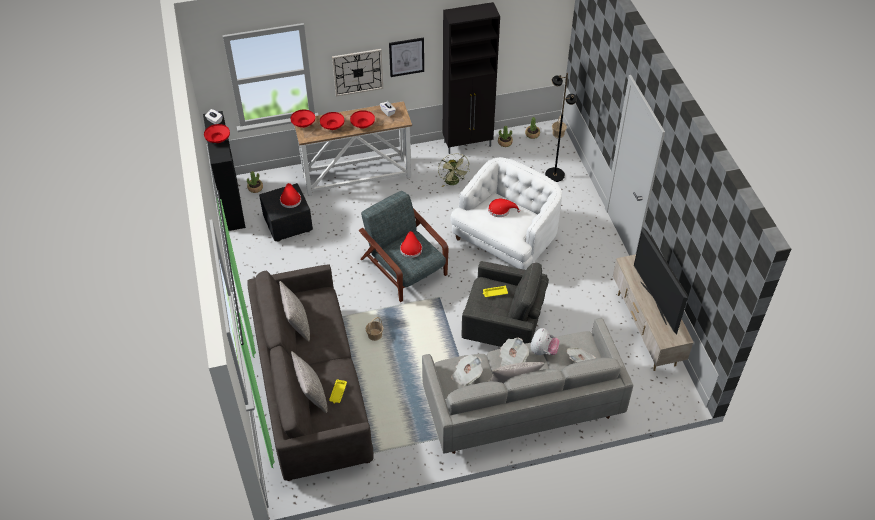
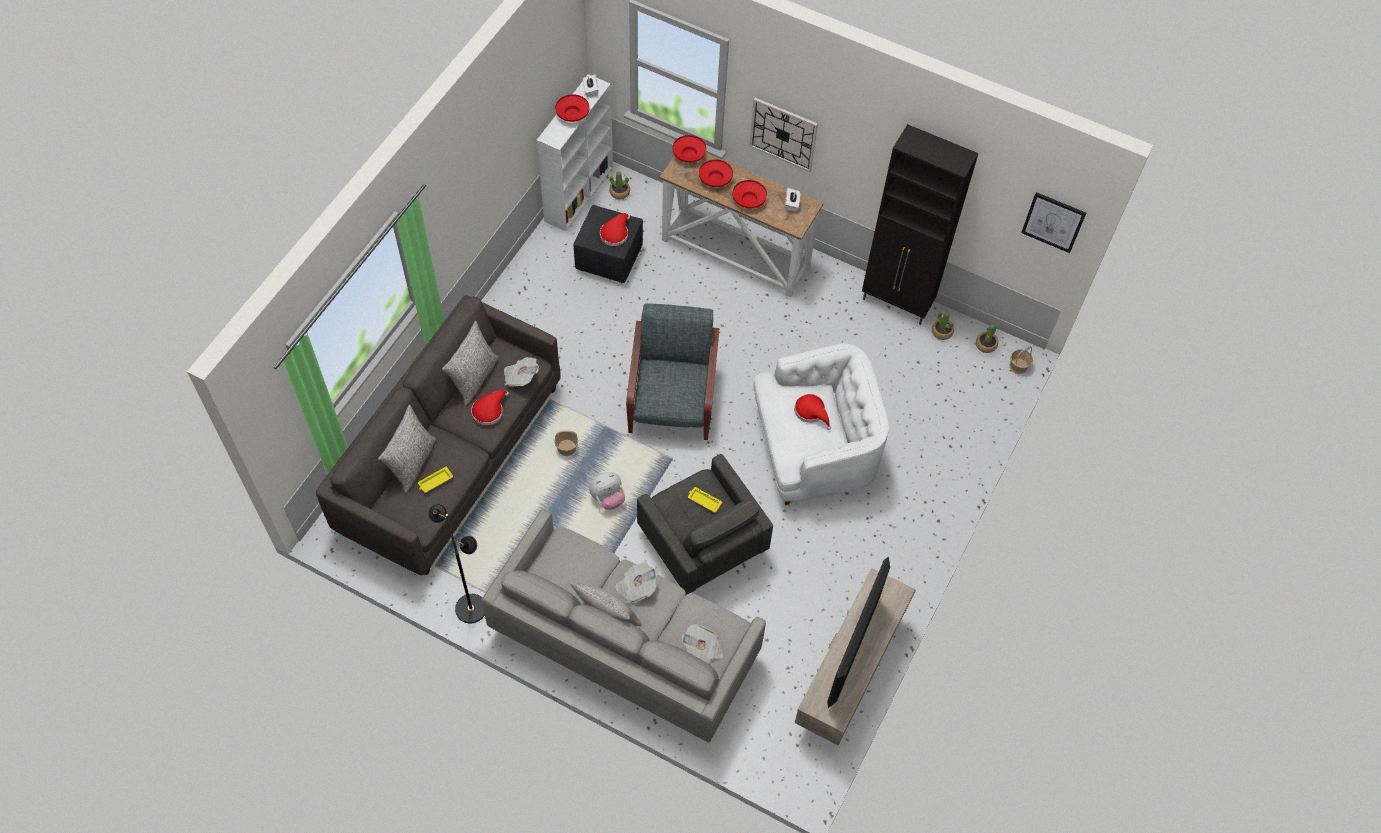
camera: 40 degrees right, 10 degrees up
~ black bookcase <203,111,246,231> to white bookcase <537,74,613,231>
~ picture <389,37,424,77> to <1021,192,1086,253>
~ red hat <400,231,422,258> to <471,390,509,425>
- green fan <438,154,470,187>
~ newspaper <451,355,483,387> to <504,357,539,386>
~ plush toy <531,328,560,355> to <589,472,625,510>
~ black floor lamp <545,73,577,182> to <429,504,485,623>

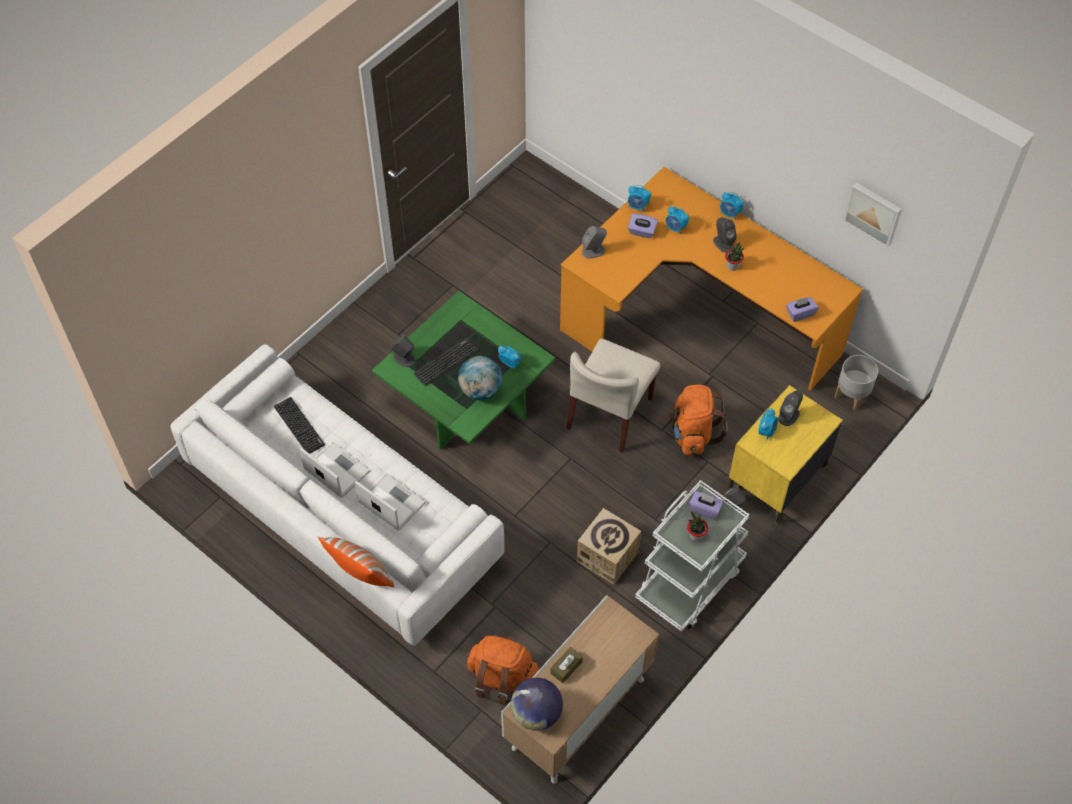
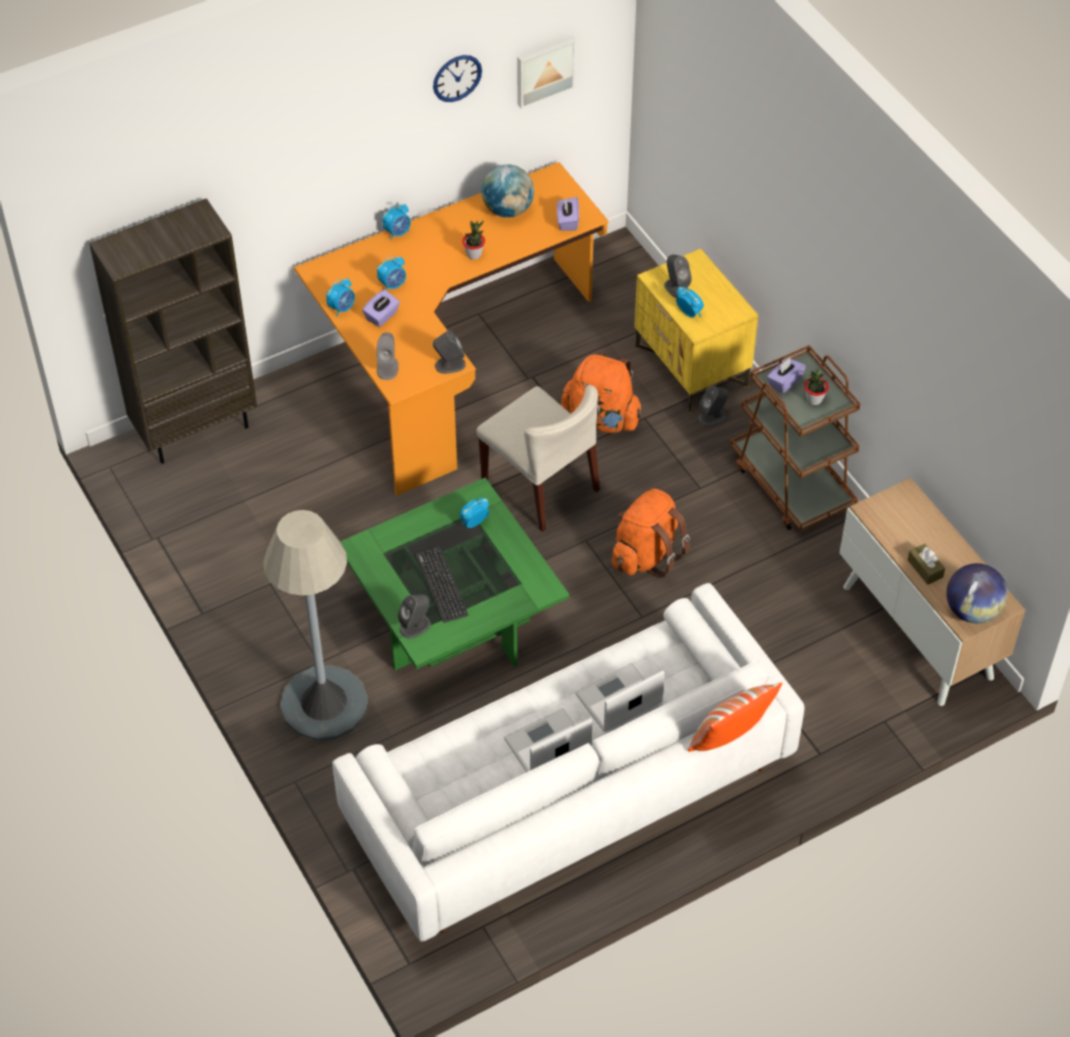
camera: 70 degrees left, 5 degrees down
- keyboard <274,397,325,454>
~ globe <458,356,502,400> to <481,165,534,218>
~ orange backpack <466,636,539,705> to <612,488,690,578>
- cardboard box <577,508,641,585>
~ white cart <635,480,749,632> to brown cart <730,345,860,531>
~ grey speaker <713,217,737,253> to <433,330,466,374>
- grey planter <835,355,878,411>
+ brown bookcase <89,198,257,464>
+ grey floor lamp <263,510,368,741>
+ wall clock <433,55,482,102>

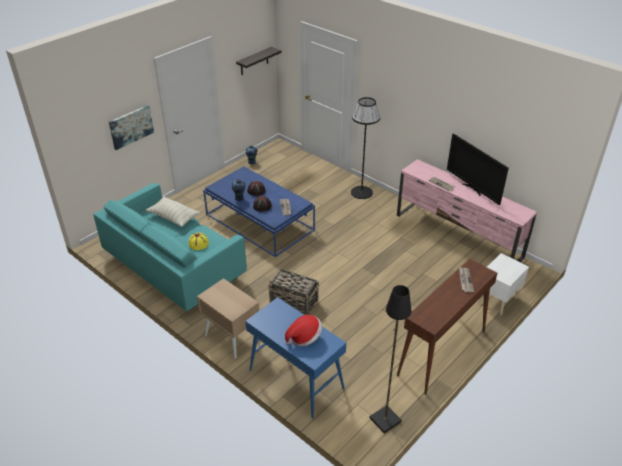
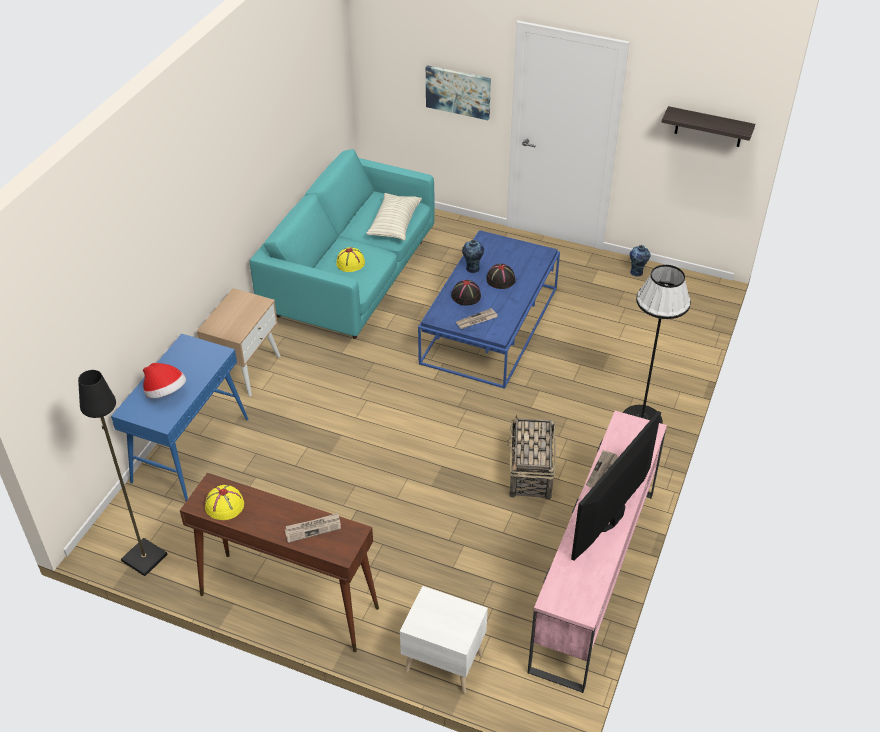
camera: 70 degrees right, 5 degrees up
~ basket <268,269,319,315> to <507,415,556,500>
+ yellow hat <205,485,244,520>

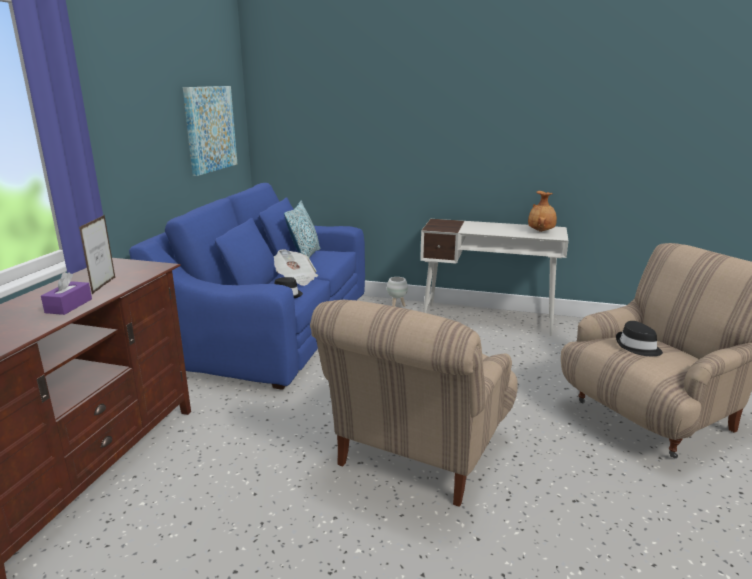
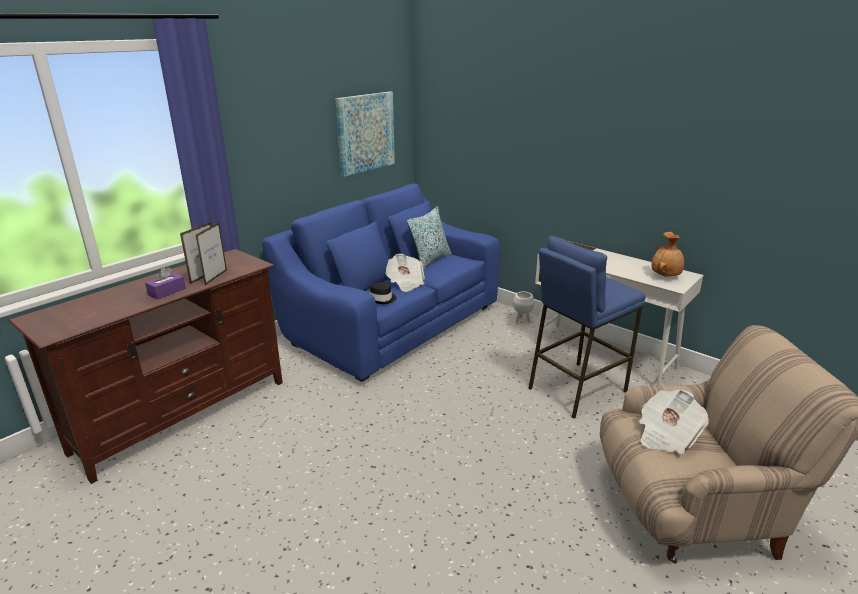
camera: 25 degrees right, 5 degrees up
- beige armchair <310,300,517,507>
~ black hat <616,321,663,356> to newspaper <639,389,709,454>
+ picture frame <196,222,227,285>
+ blue stool <528,236,646,419>

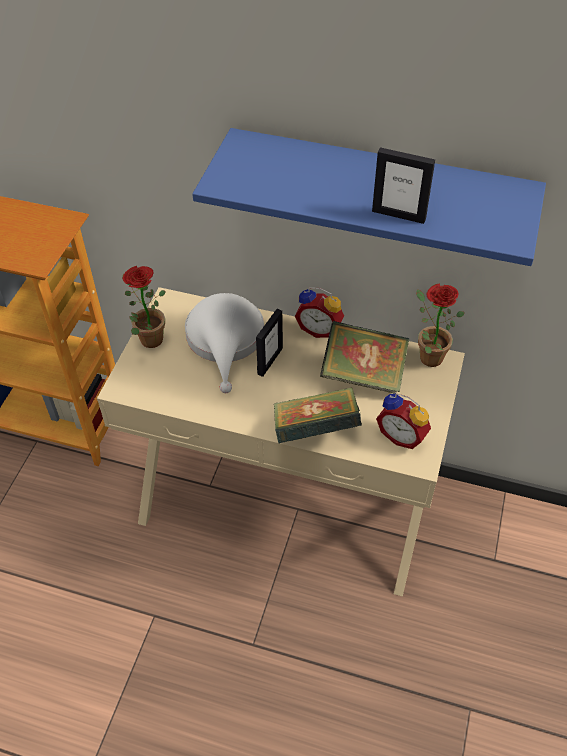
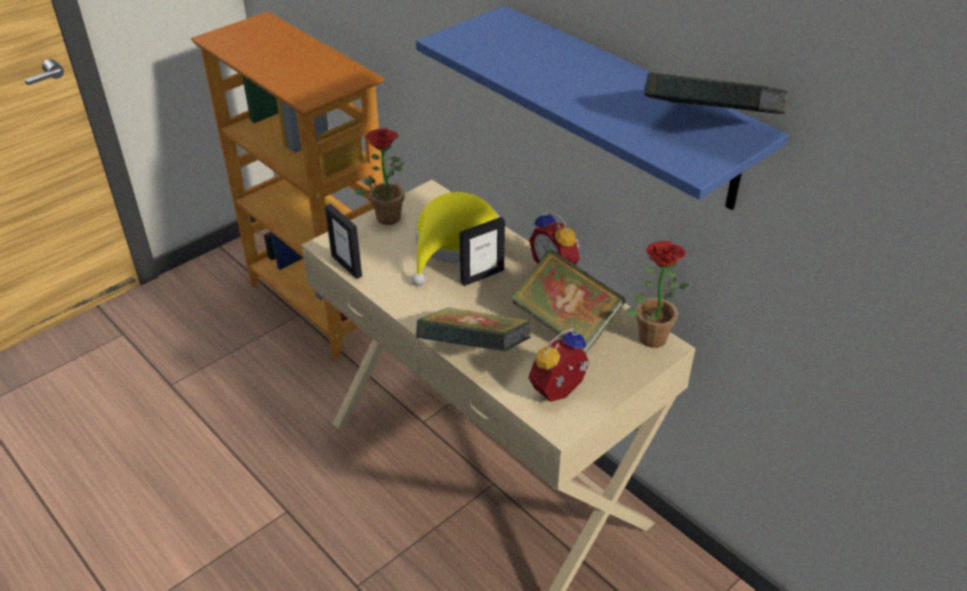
camera: 30 degrees right, 10 degrees down
~ white hat <185,293,264,393> to yellow hat <412,192,500,286>
~ picture frame <372,147,435,224> to <325,204,362,279>
~ alarm clock <376,393,431,449> = <528,328,590,402> 75 degrees clockwise
+ book <644,71,788,114>

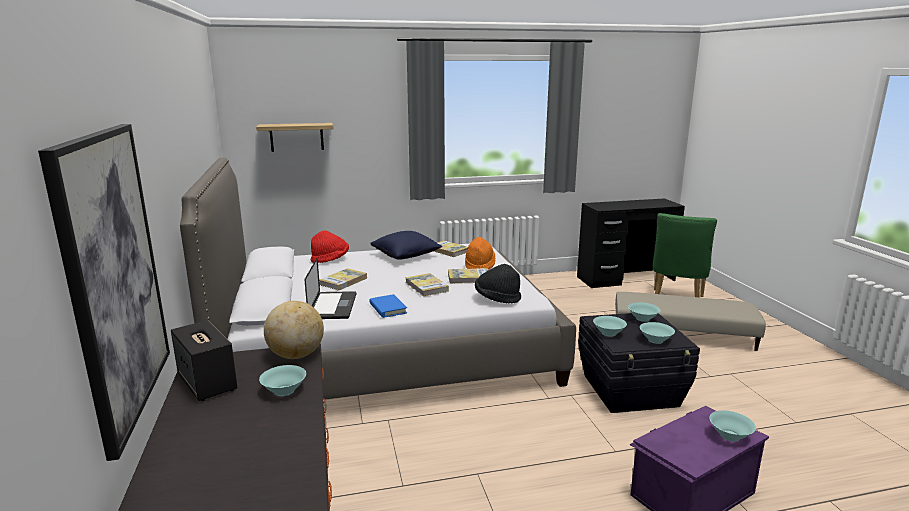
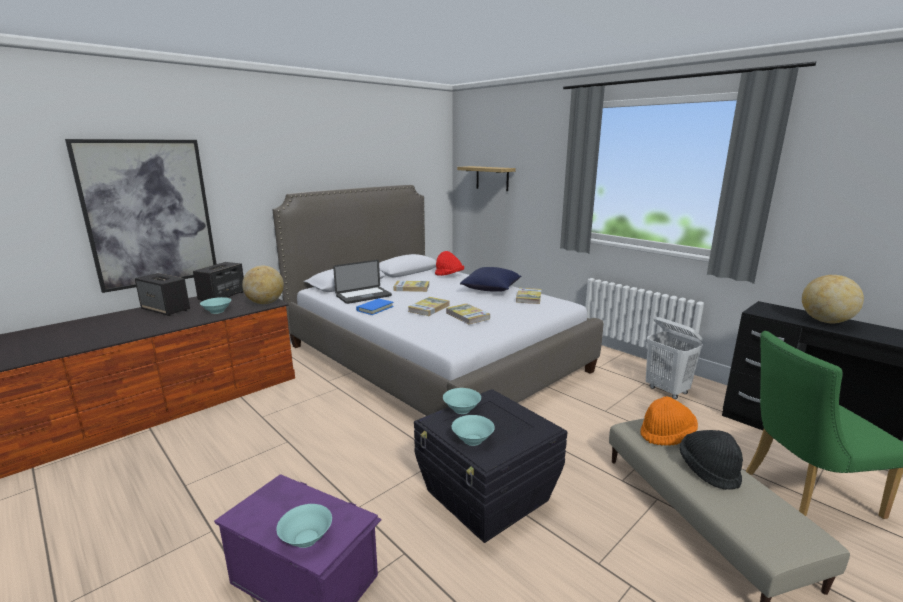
camera: 60 degrees right, 0 degrees up
~ orange hat <465,237,495,270> to <640,396,698,446>
~ black hat <475,264,521,303> to <680,430,743,490>
- turquoise bowl <628,302,660,322>
+ speaker <135,273,190,316>
+ white laundry basket <646,317,704,399>
+ globe <802,275,864,323>

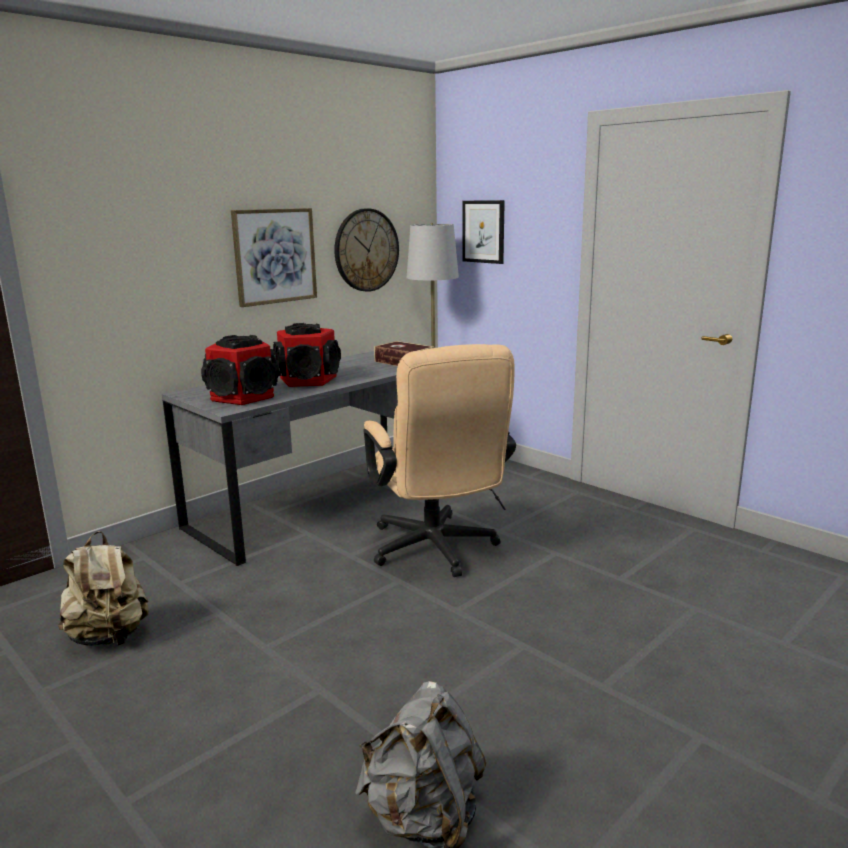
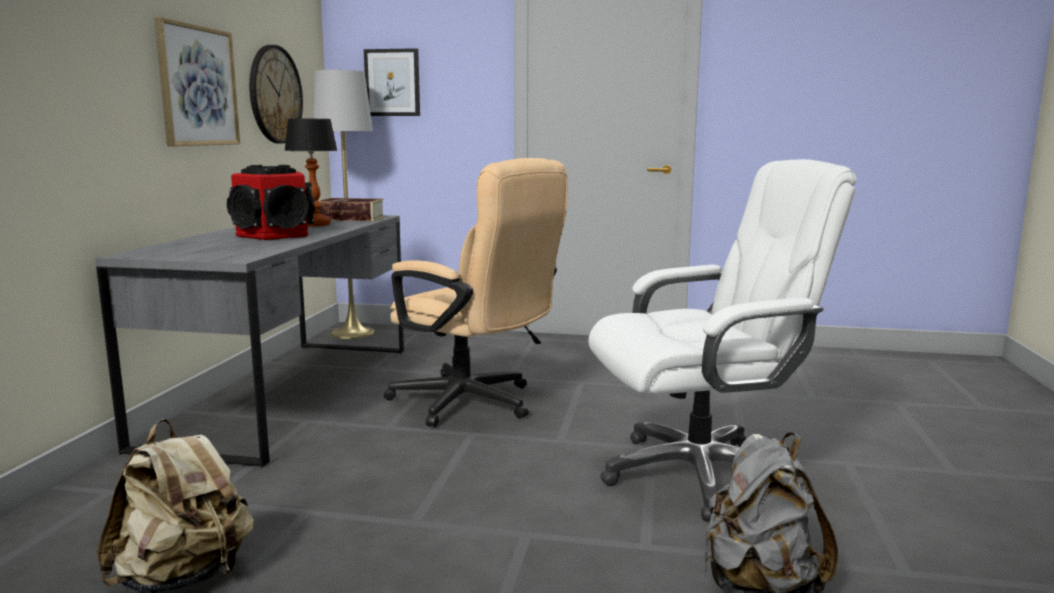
camera: 35 degrees left, 5 degrees down
- speaker <201,335,279,405>
+ table lamp <284,119,337,227>
+ white office chair <588,159,857,521>

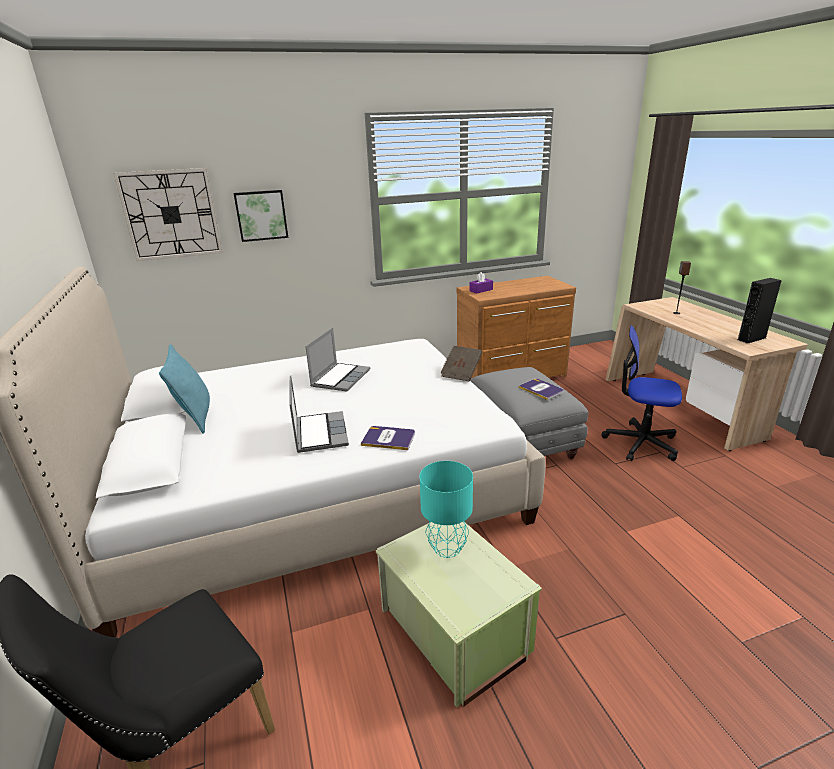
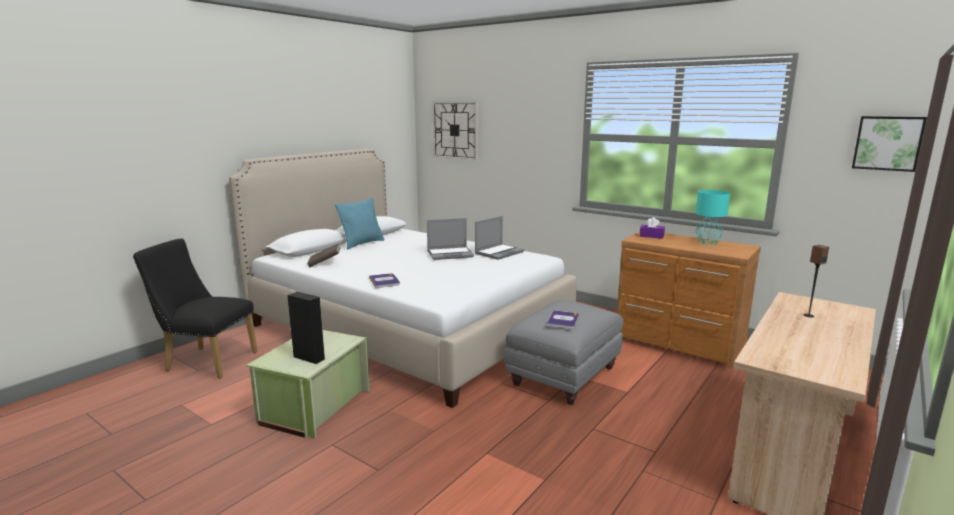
camera: 55 degrees right, 10 degrees down
~ picture <234,190,288,242> to <852,116,927,172>
~ laptop <289,375,349,453> to <475,216,524,260>
~ turquoise table lamp <420,461,473,558> to <696,190,730,246>
~ brown book <440,346,482,381> to <307,244,341,267>
- office chair <602,325,682,461>
~ black speaker <738,278,782,344> to <287,292,325,364>

